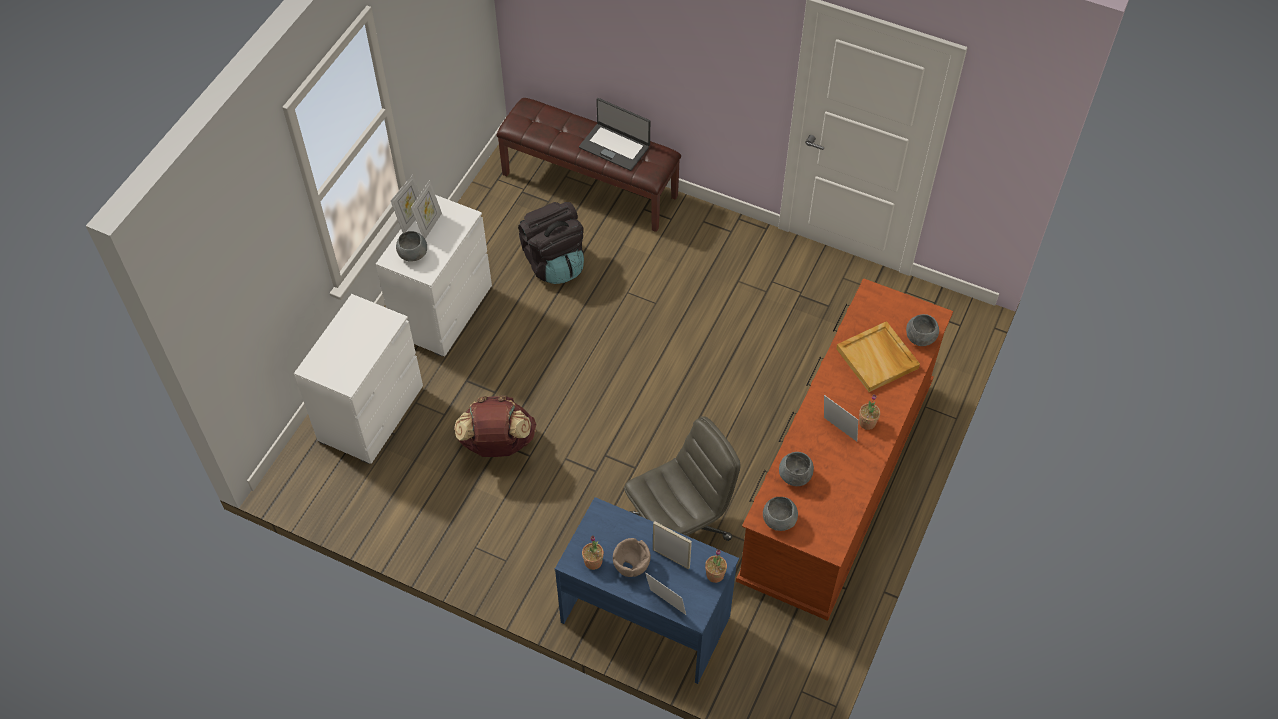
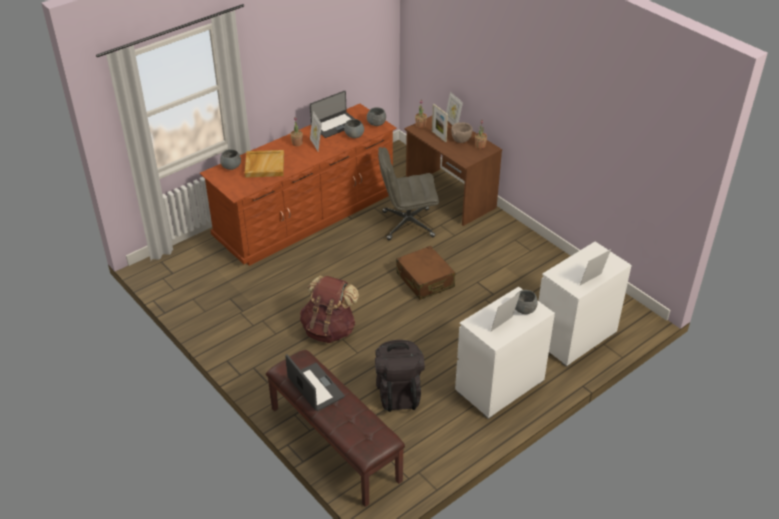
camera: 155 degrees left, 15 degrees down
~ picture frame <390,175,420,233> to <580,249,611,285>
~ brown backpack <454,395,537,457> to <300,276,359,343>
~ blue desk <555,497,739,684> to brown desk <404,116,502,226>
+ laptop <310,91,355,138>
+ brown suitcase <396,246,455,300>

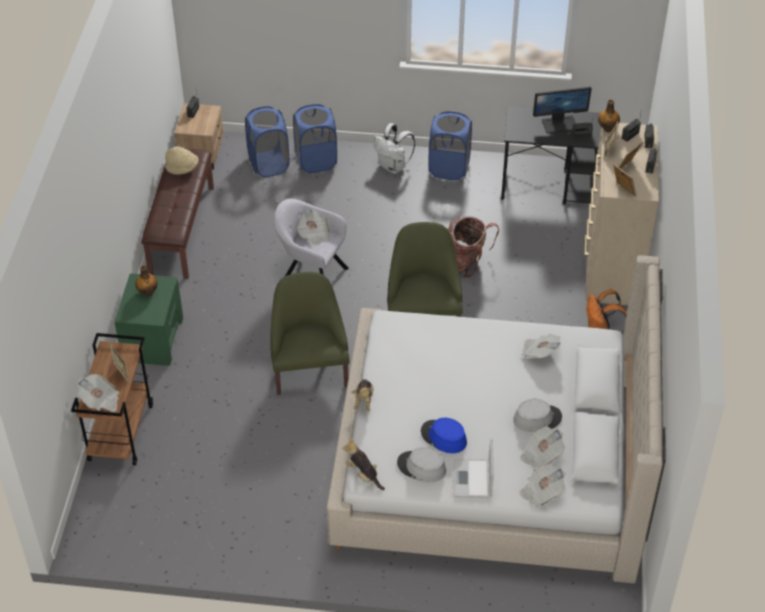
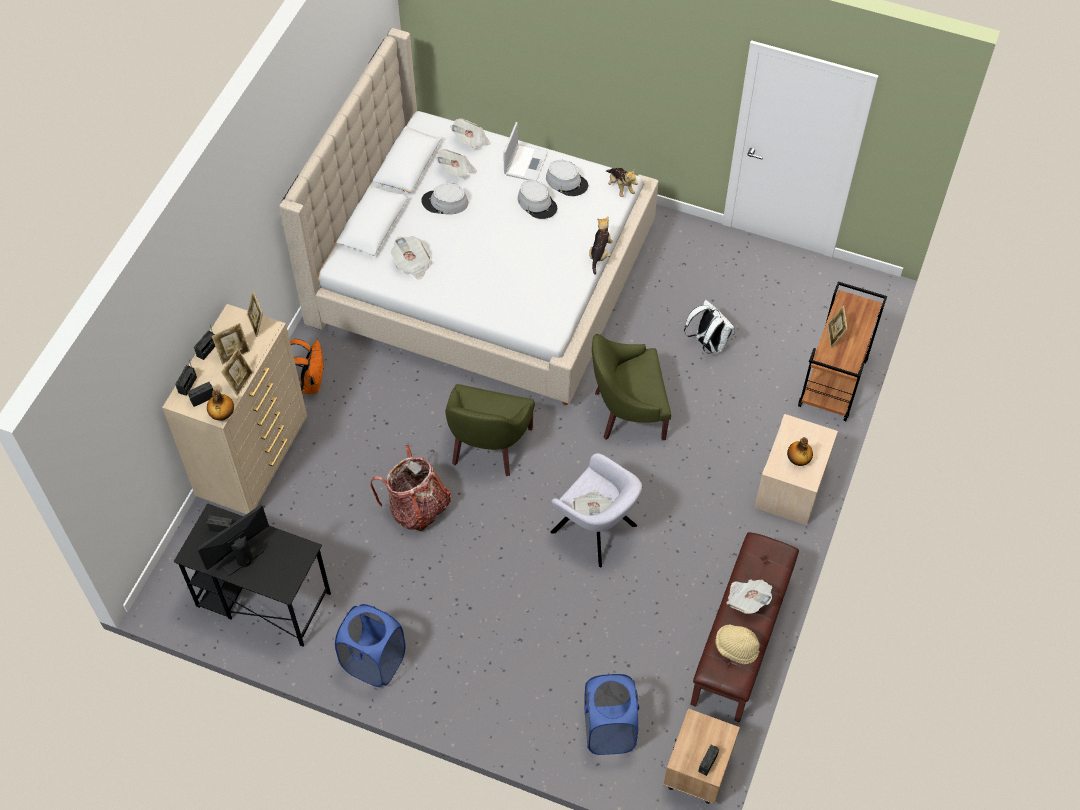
camera: 165 degrees left, 10 degrees up
~ newspaper <78,374,119,412> to <726,579,772,614>
~ green nightstand <115,273,183,366> to beige nightstand <754,414,838,526>
~ green armchair <270,272,350,395> = <592,334,671,440> 75 degrees clockwise
- blue laundry basket <293,104,337,173>
~ white backpack <374,123,415,174> to <684,300,735,355>
~ blue hat <421,418,467,453> to grey hat <518,180,557,219>
~ monitor <533,87,592,133> = <197,505,269,576> 45 degrees counterclockwise

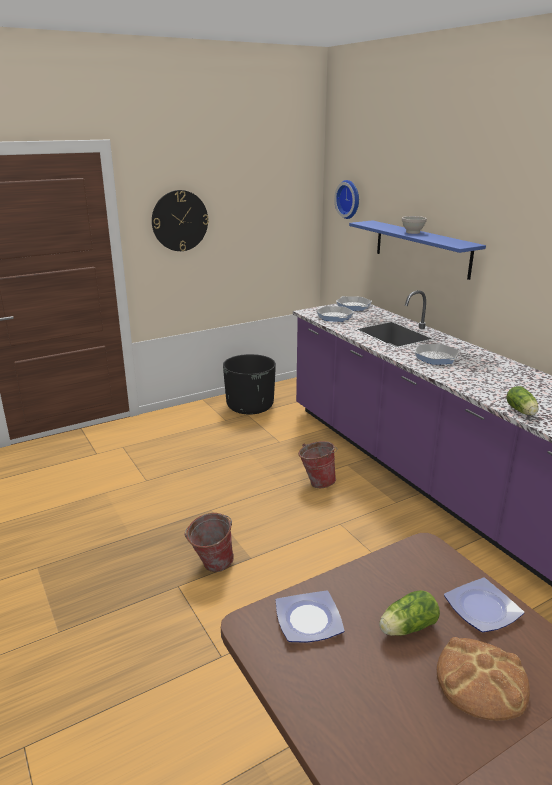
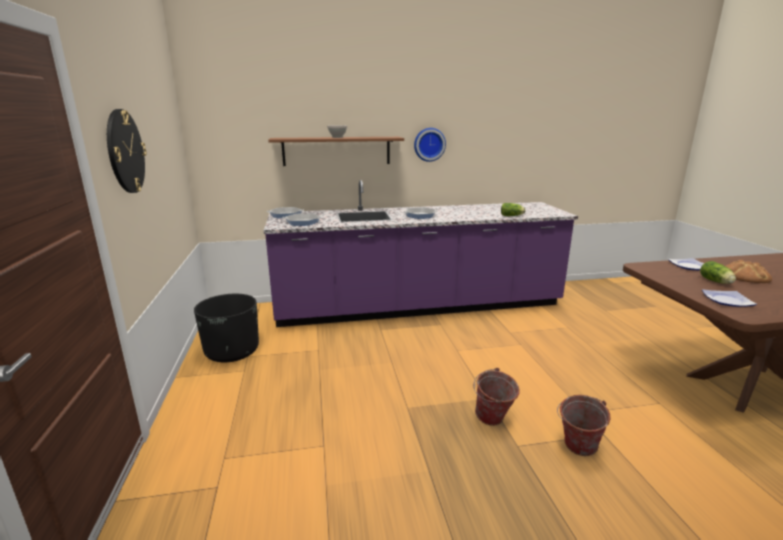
camera: 70 degrees left, 5 degrees down
~ bucket <298,441,338,488> to <557,395,611,456>
~ wall clock <334,180,359,219> to <414,128,446,162>
~ blue shelf <349,220,486,280> to brown shelf <268,137,404,166>

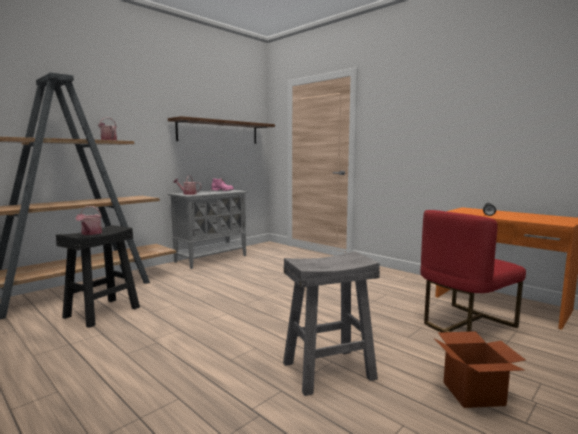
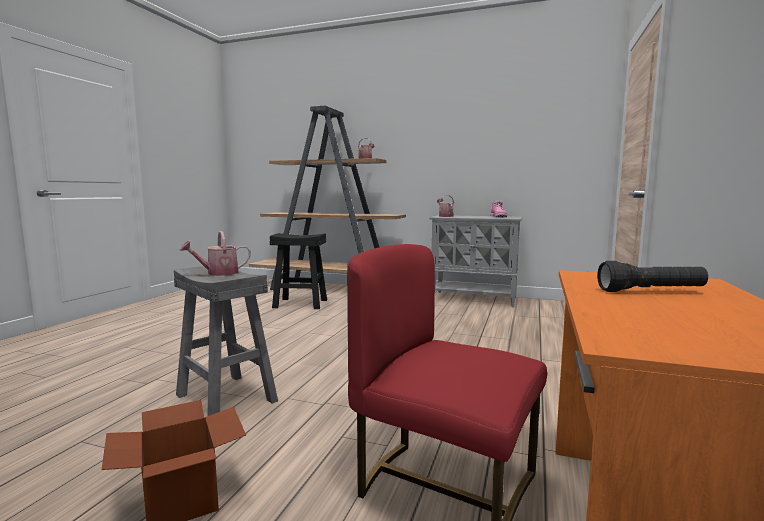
camera: 65 degrees right, 0 degrees up
~ watering can <75,206,102,235> to <179,231,251,276>
- brown shelf <168,116,275,144>

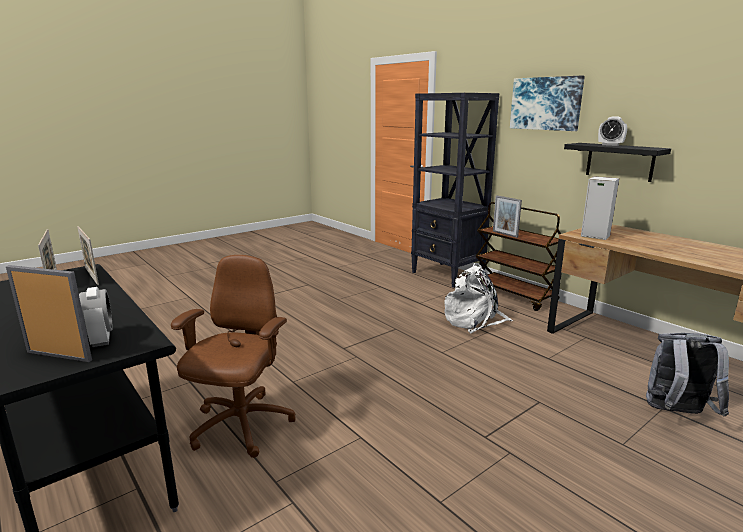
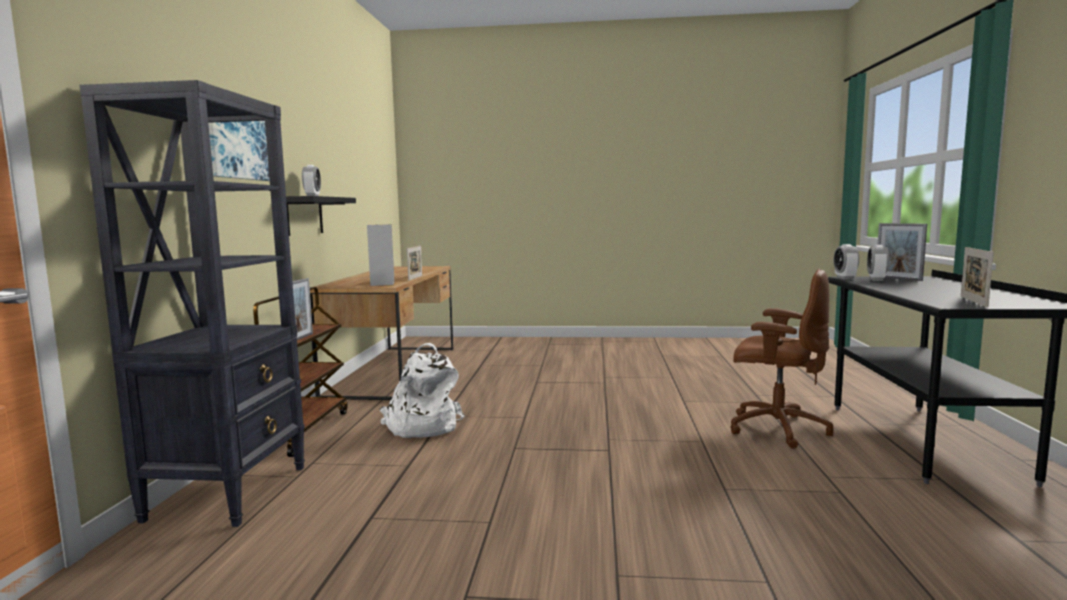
camera: 135 degrees left, 10 degrees down
~ picture frame <77,226,99,285> to <407,246,422,281>
~ brown office chair <171,255,296,458> = <730,269,834,449> 120 degrees counterclockwise
- grey backpack <646,333,729,416>
+ alarm clock <834,244,859,280>

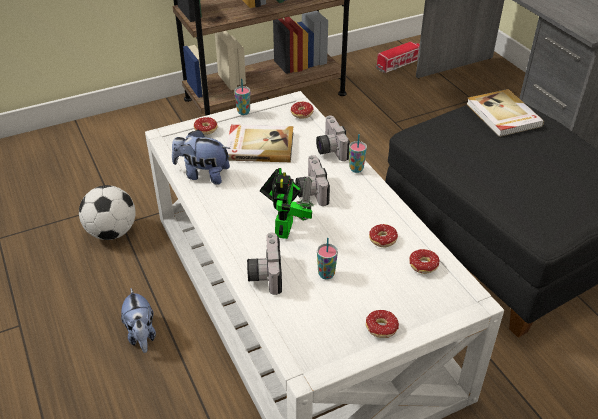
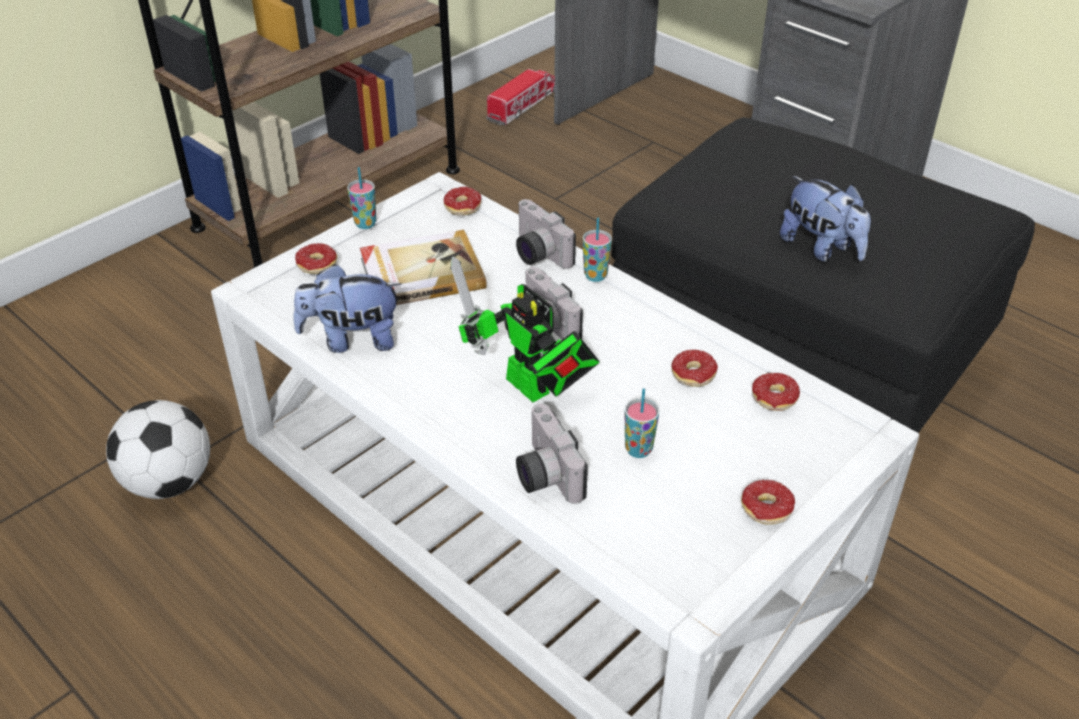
camera: 20 degrees left, 0 degrees up
~ plush toy <121,288,156,353> to <780,176,871,262>
~ toy robot <260,168,314,239> = <450,256,600,402> 150 degrees clockwise
- book <467,89,544,137>

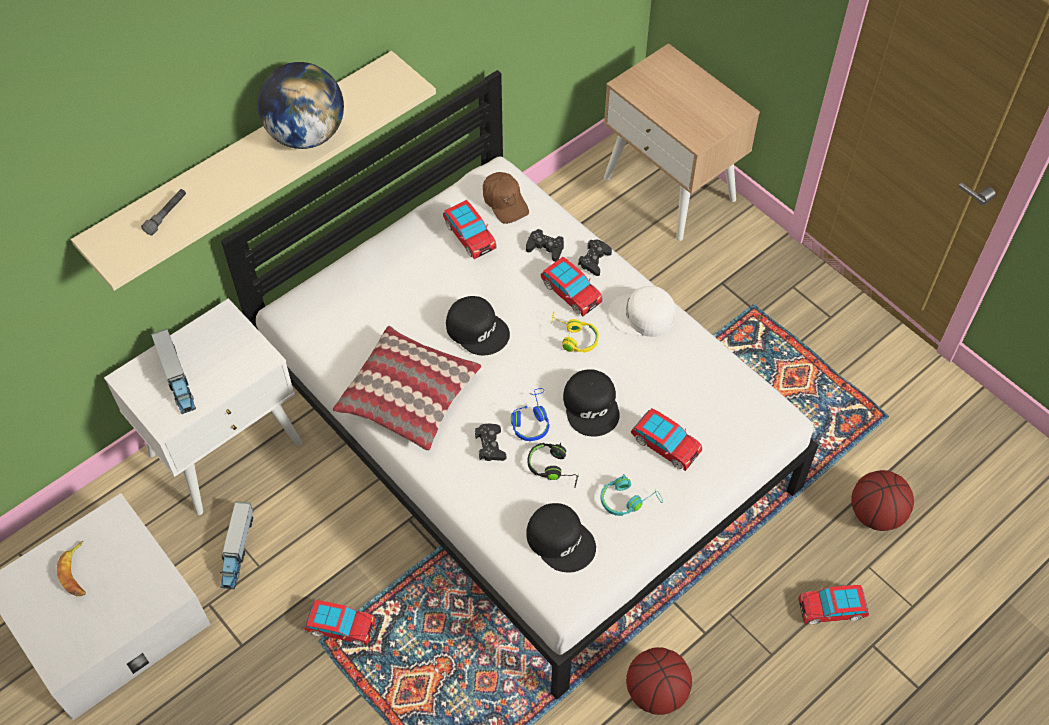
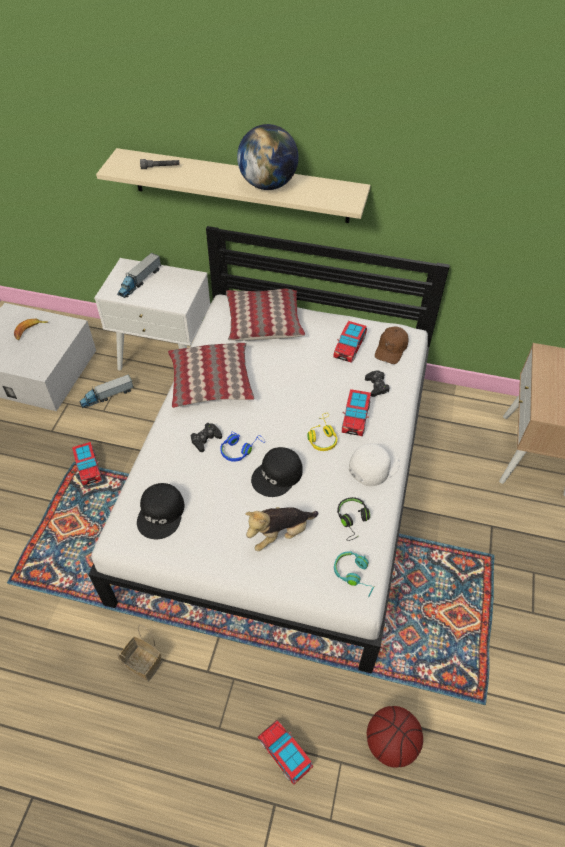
camera: 55 degrees right, 5 degrees down
- black cap <446,296,510,355>
~ black headphones <528,443,579,488> to <337,497,370,541>
- black game controller <578,240,612,276>
~ turquoise headphones <600,474,663,516> to <334,552,374,597>
~ white cap <608,286,675,337> = <349,444,400,486> 75 degrees clockwise
~ basketball <626,647,692,715> to basket <117,625,162,682>
~ toy car <631,408,702,471> to plush toy <245,507,318,551>
+ pillow <226,288,305,341>

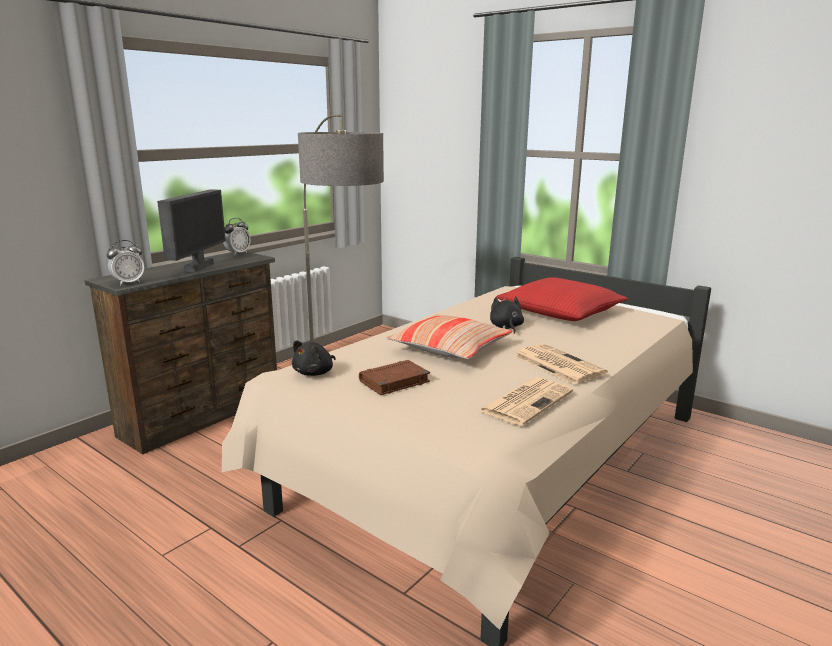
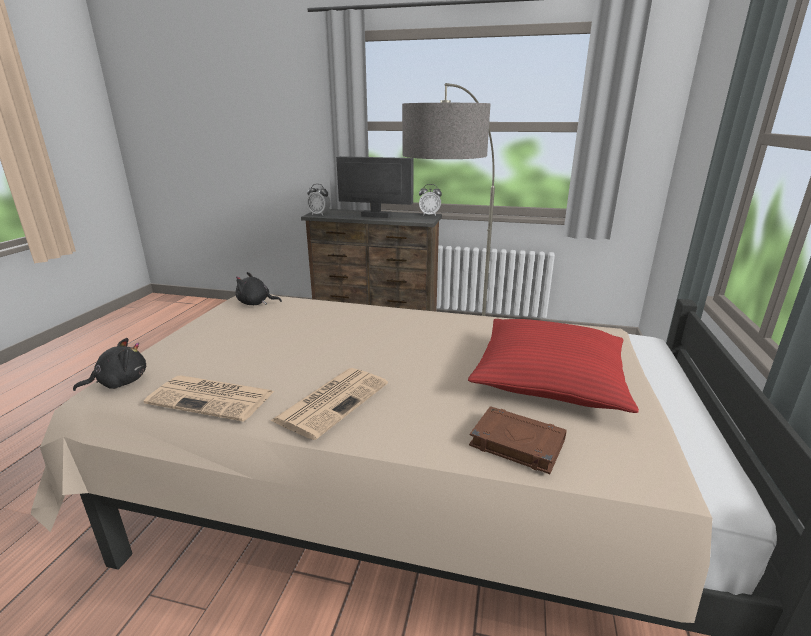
camera: 65 degrees right, 5 degrees up
~ monitor <157,189,226,272> = <336,156,414,218> 150 degrees counterclockwise
~ brown book <359,360,430,395> to <469,406,567,474>
- pillow <386,315,512,359>
~ black plush toy <490,296,524,334> to <73,338,146,391>

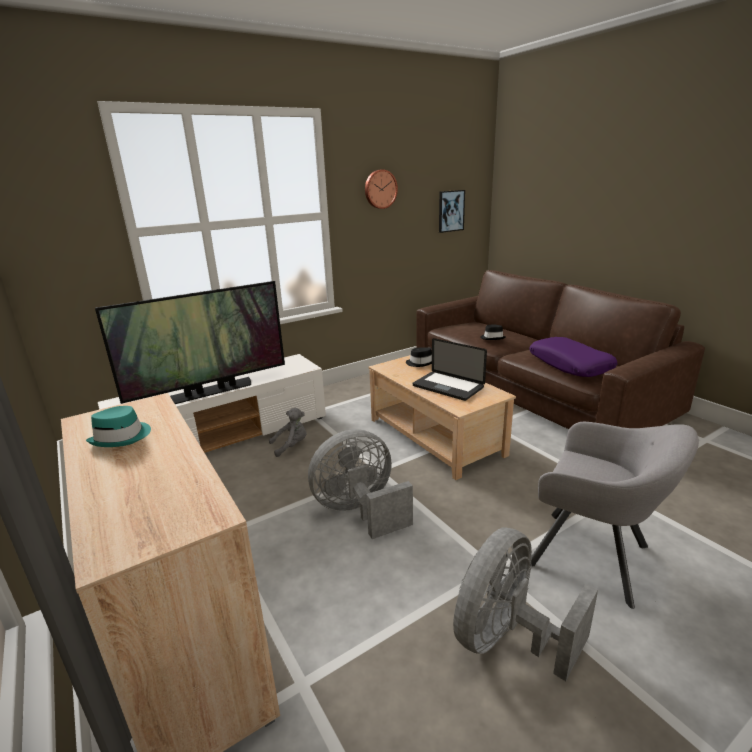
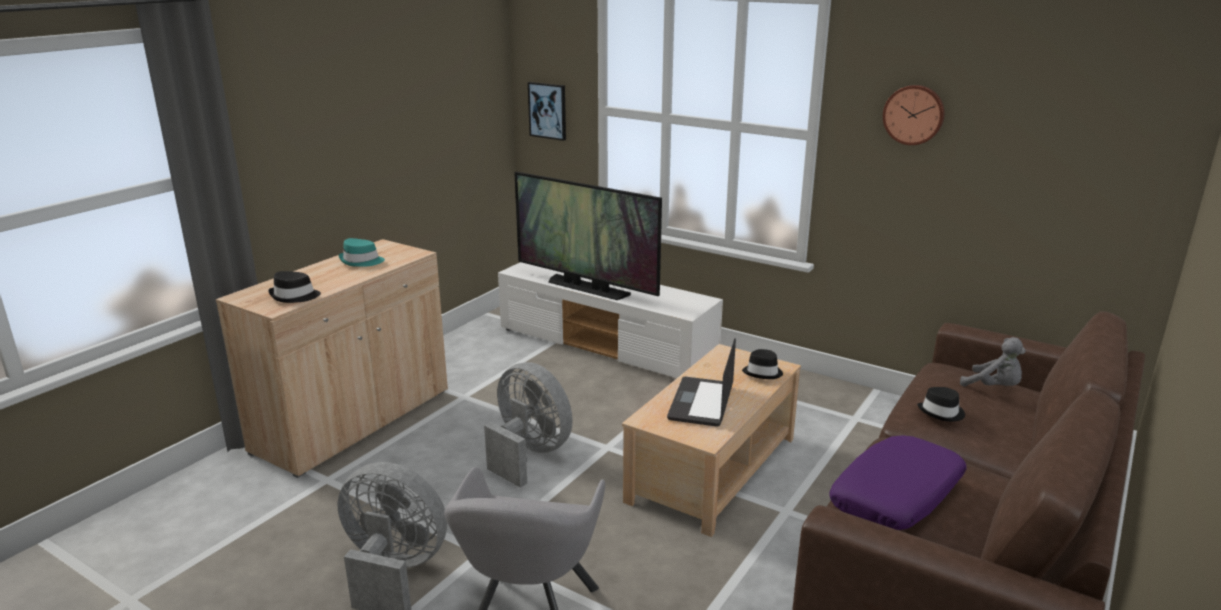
camera: 65 degrees right, 0 degrees up
~ grey plush toy <269,408,307,457> to <960,337,1026,387>
~ picture <439,190,465,233> to <528,82,566,141>
+ black hat <268,271,321,303>

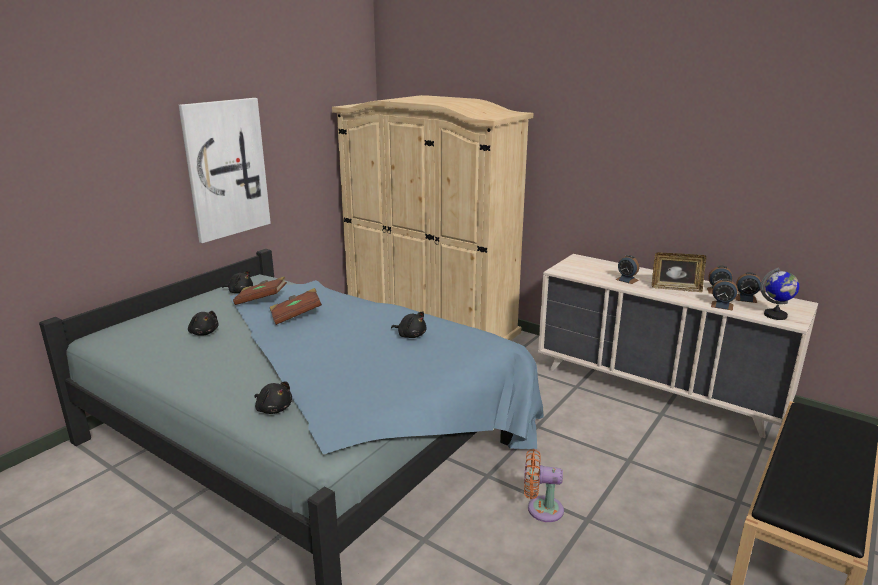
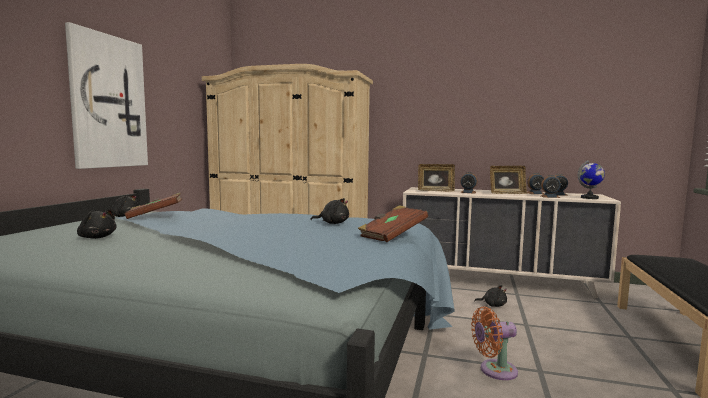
camera: 20 degrees left, 15 degrees down
~ black plush toy <254,381,292,414> to <474,285,507,307>
~ brown book <270,288,322,325> to <358,205,428,242>
+ picture frame <418,164,455,192>

